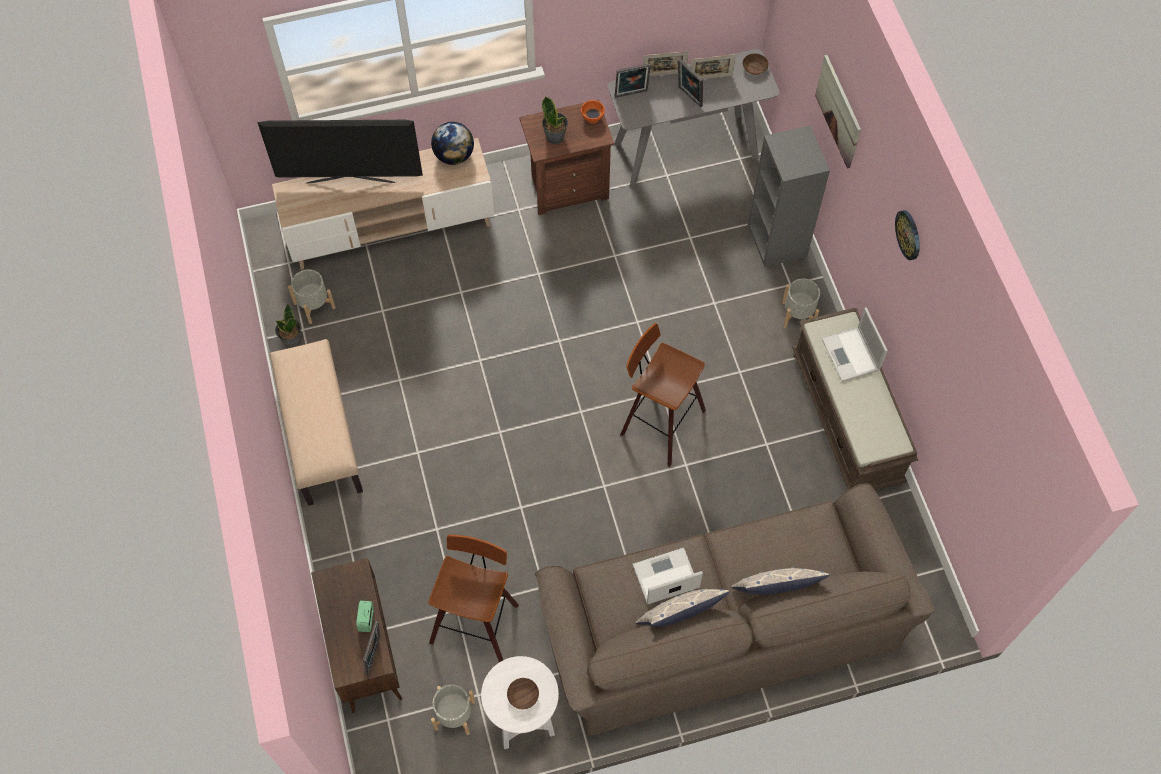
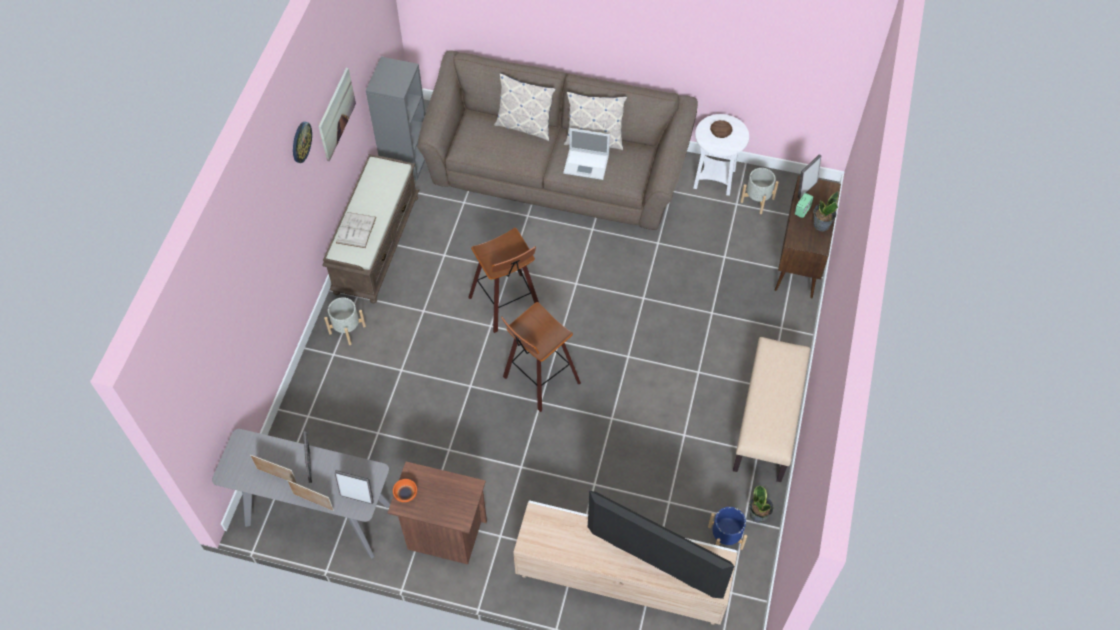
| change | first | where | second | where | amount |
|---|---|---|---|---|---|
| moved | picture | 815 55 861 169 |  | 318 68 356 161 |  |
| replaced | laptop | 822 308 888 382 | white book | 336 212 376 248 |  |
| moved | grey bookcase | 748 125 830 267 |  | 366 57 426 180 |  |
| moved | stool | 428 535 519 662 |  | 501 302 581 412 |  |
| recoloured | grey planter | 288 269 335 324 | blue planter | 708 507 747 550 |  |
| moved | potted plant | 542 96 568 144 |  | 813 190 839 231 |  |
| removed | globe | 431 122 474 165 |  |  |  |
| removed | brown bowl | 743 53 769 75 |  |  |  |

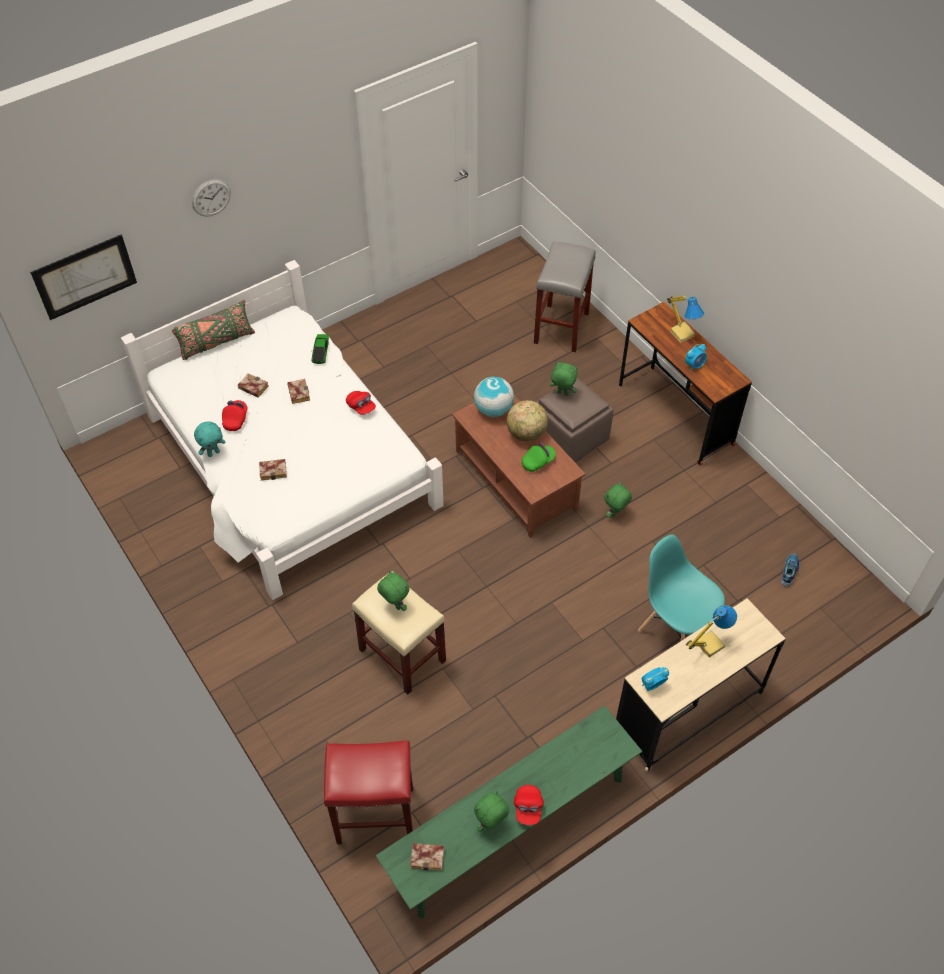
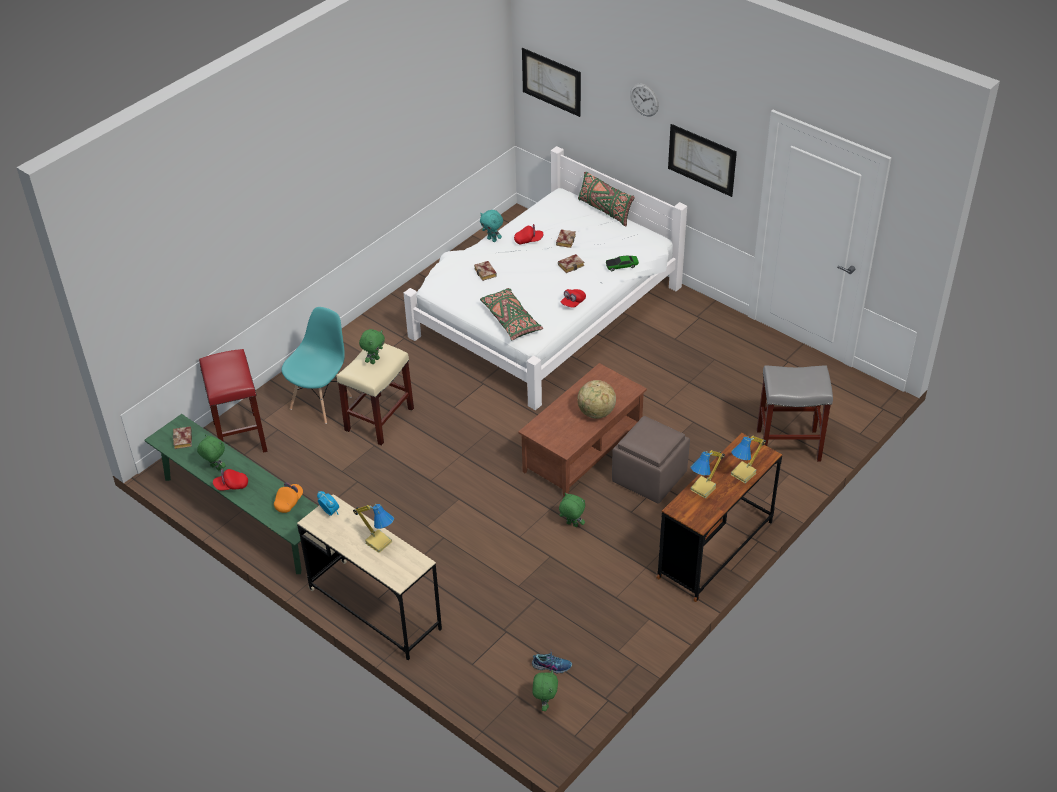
| change | first | where | second | where | amount |
|---|---|---|---|---|---|
| added |  |  | orange cap | 274 482 303 513 |  |
| moved | turquoise chair | 638 534 725 641 |  | 281 307 352 424 |  |
| added |  |  | green pillow | 480 288 543 340 |  |
| moved | green plush toy | 550 362 578 396 |  | 532 670 558 711 |  |
| added |  |  | picture | 668 124 737 197 |  |
| replaced | alarm clock | 685 344 707 371 | table lamp | 690 450 725 498 |  |
| removed | globe | 474 377 514 417 |  |  |  |
| removed | green cap | 522 443 555 472 |  |  |  |

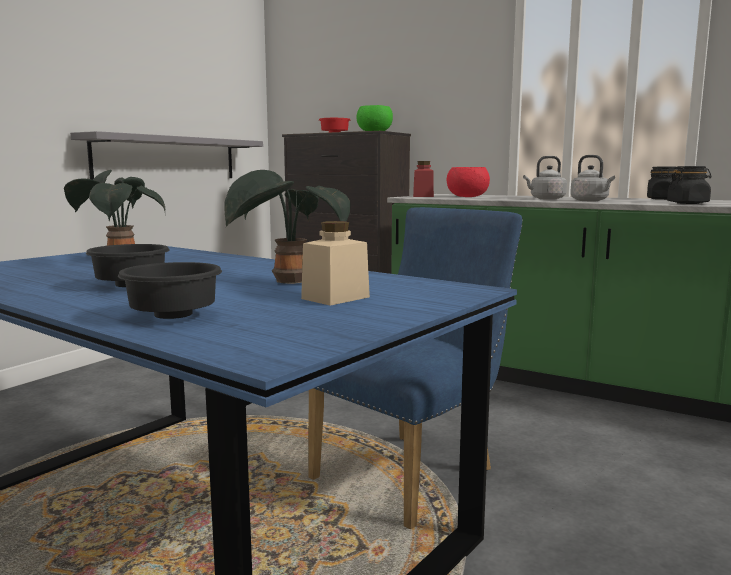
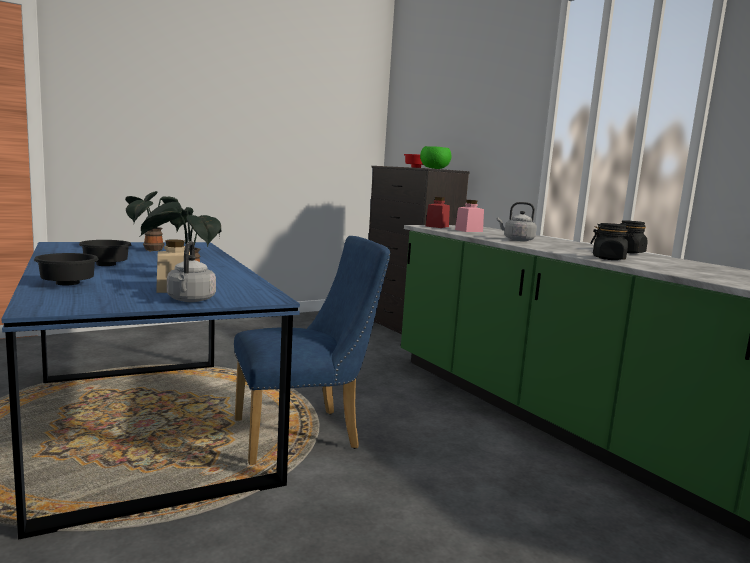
| change | first | where | second | where | amount |
|---|---|---|---|---|---|
| moved | grey kettle | 570 155 615 201 |  | 167 241 216 302 |  |
| replaced | red bowl | 446 167 490 197 | pink jar | 455 200 484 232 |  |
| removed | grey shelf | 70 131 263 180 |  |  |  |

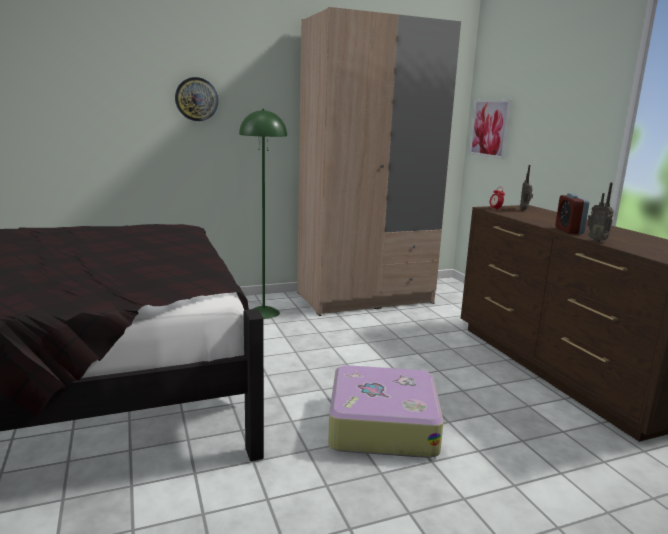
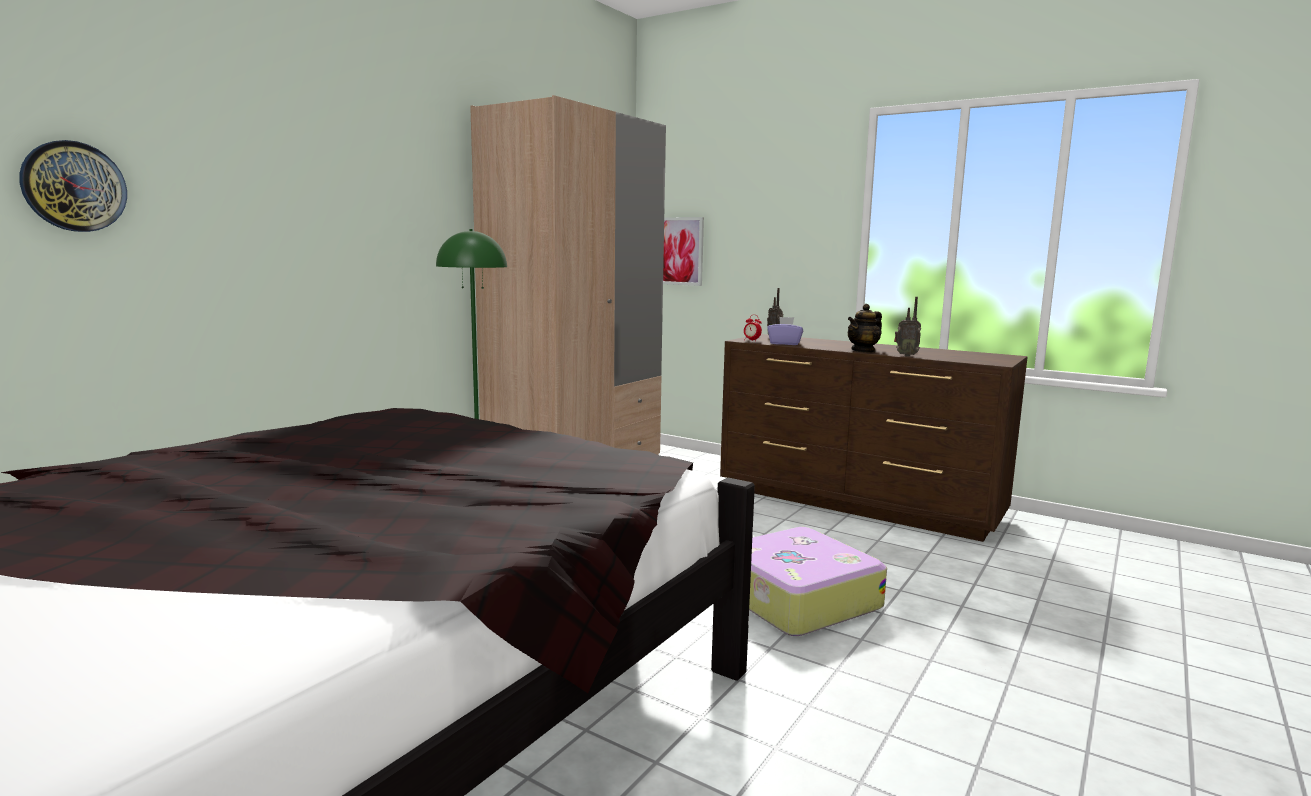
| change | first | where | second | where | amount |
|---|---|---|---|---|---|
| moved | wall clock | 175 77 218 121 |  | 19 140 127 232 |  |
| added |  |  | purple tissue box | 767 317 803 345 |  |
| replaced | alarm clock | 555 193 589 234 | teapot | 848 304 882 353 |  |

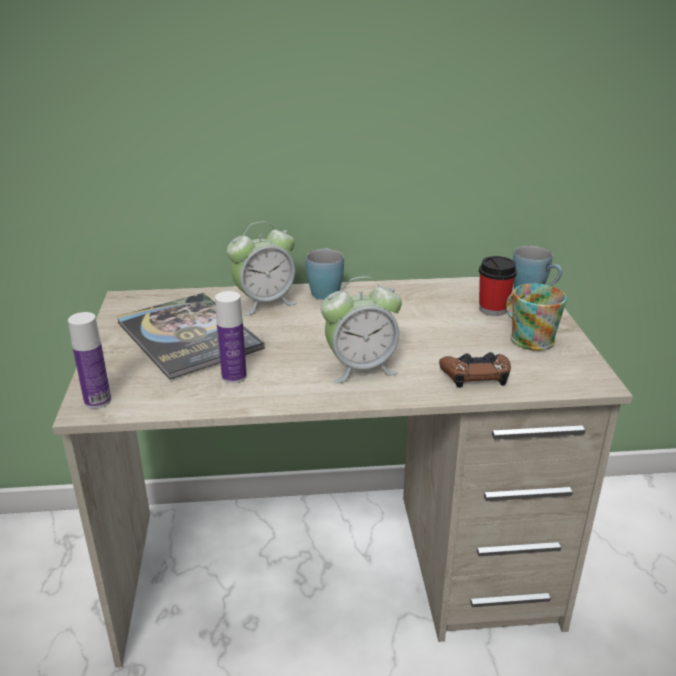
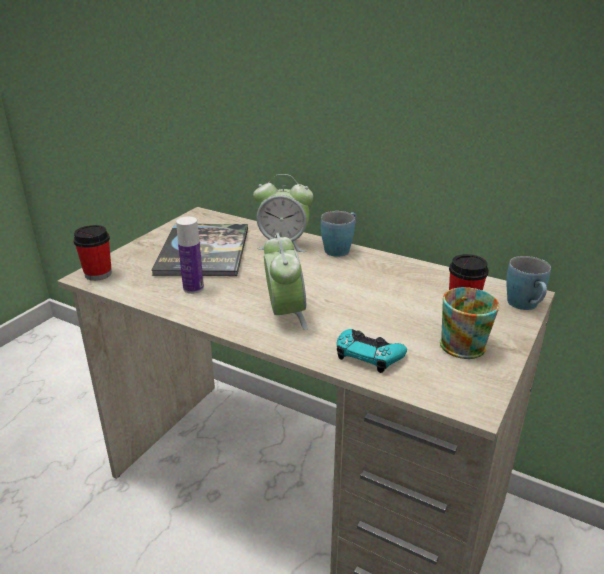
| change | first | where | second | where | amount |
|---|---|---|---|---|---|
| replaced | bottle | 68 312 111 409 | cup | 73 225 112 281 |  |
| turned | alarm clock | 321 276 402 383 |  | 264 233 308 330 | 120 degrees counterclockwise |
| recoloured | brown game controller | 439 352 511 388 | turquoise game controller | 337 329 407 373 |  |

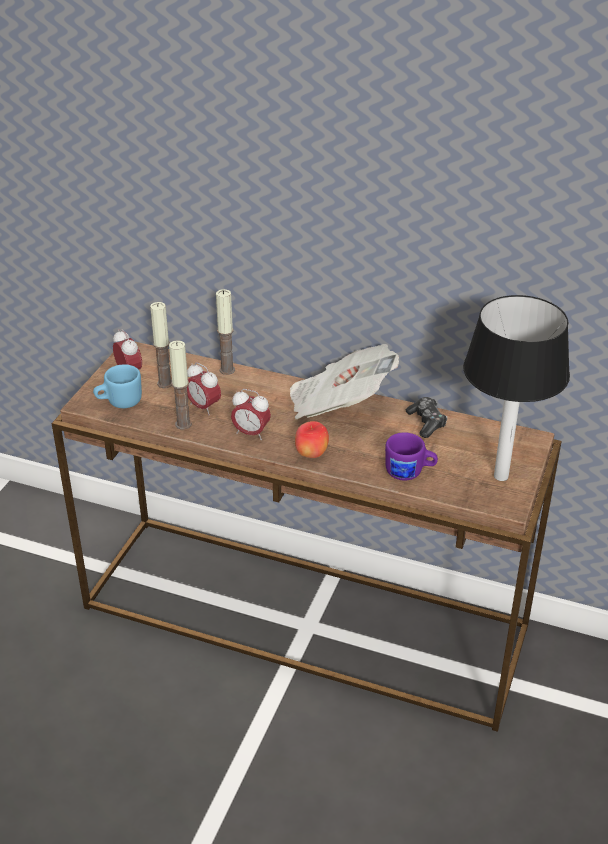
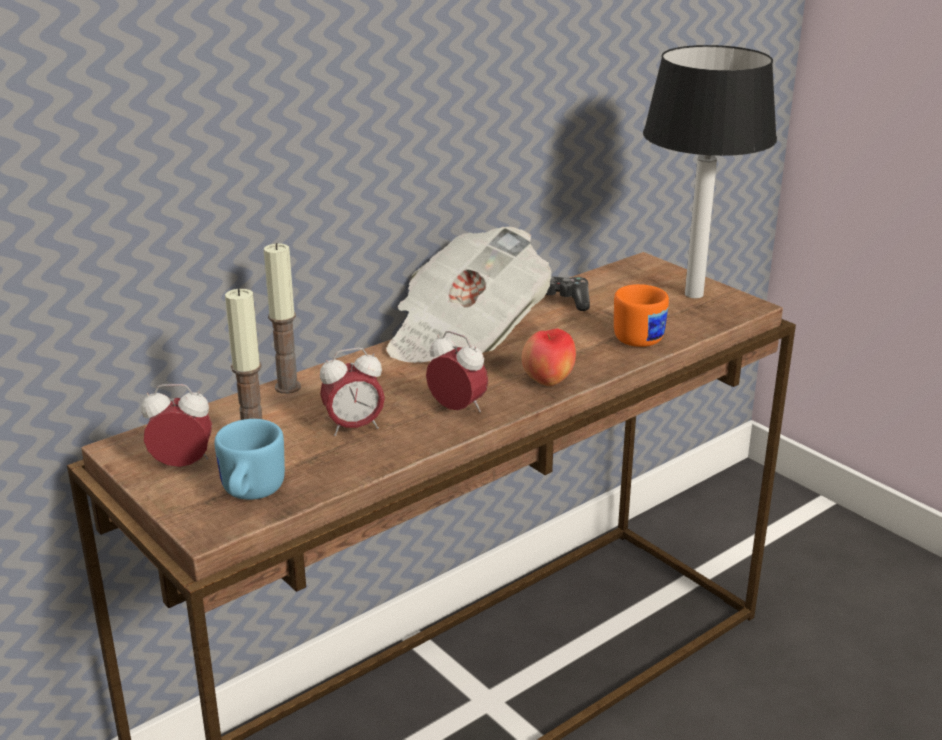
| change | first | where | second | where | amount |
|---|---|---|---|---|---|
| turned | alarm clock | 231 389 271 440 |  | 426 331 488 412 | 105 degrees counterclockwise |
| recoloured | purple mug | 385 432 438 481 | orange mug | 614 284 669 347 |  |
| removed | candle | 169 340 192 430 |  |  |  |

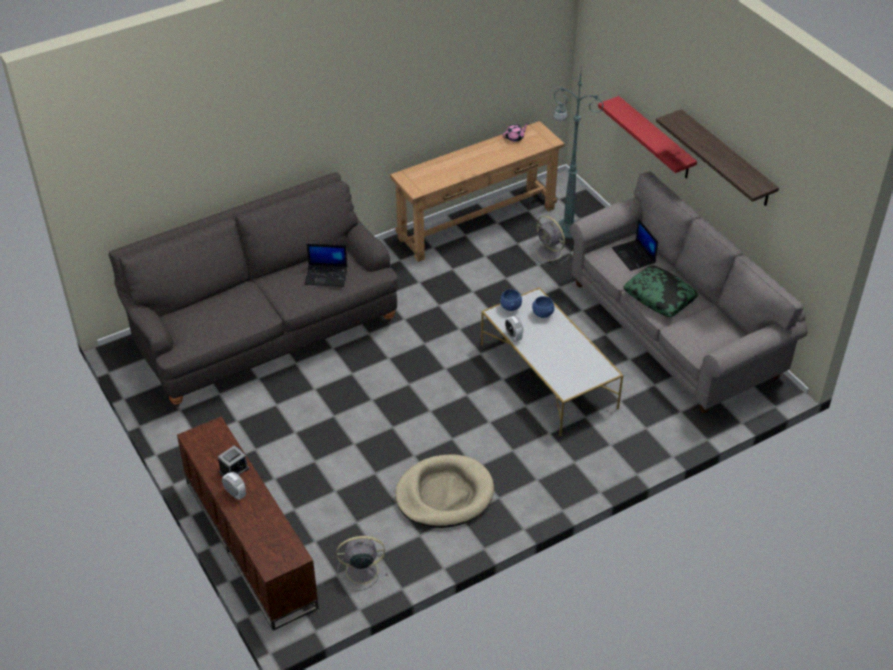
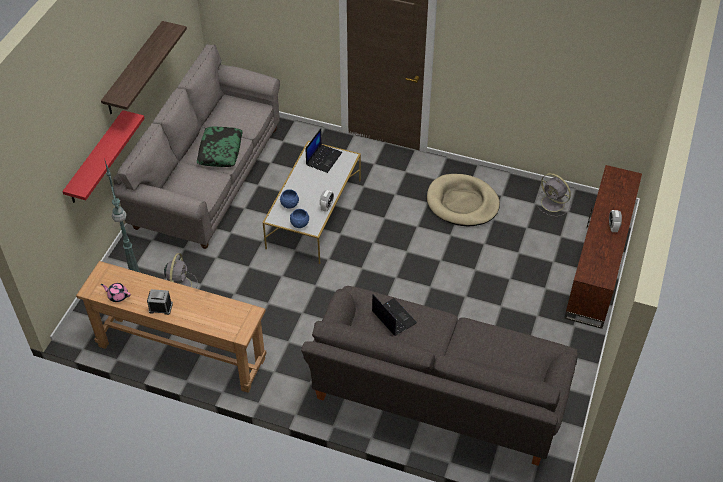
| change | first | where | second | where | amount |
|---|---|---|---|---|---|
| moved | alarm clock | 218 445 249 476 |  | 147 289 173 315 |  |
| moved | laptop | 612 219 658 271 |  | 306 128 342 173 |  |

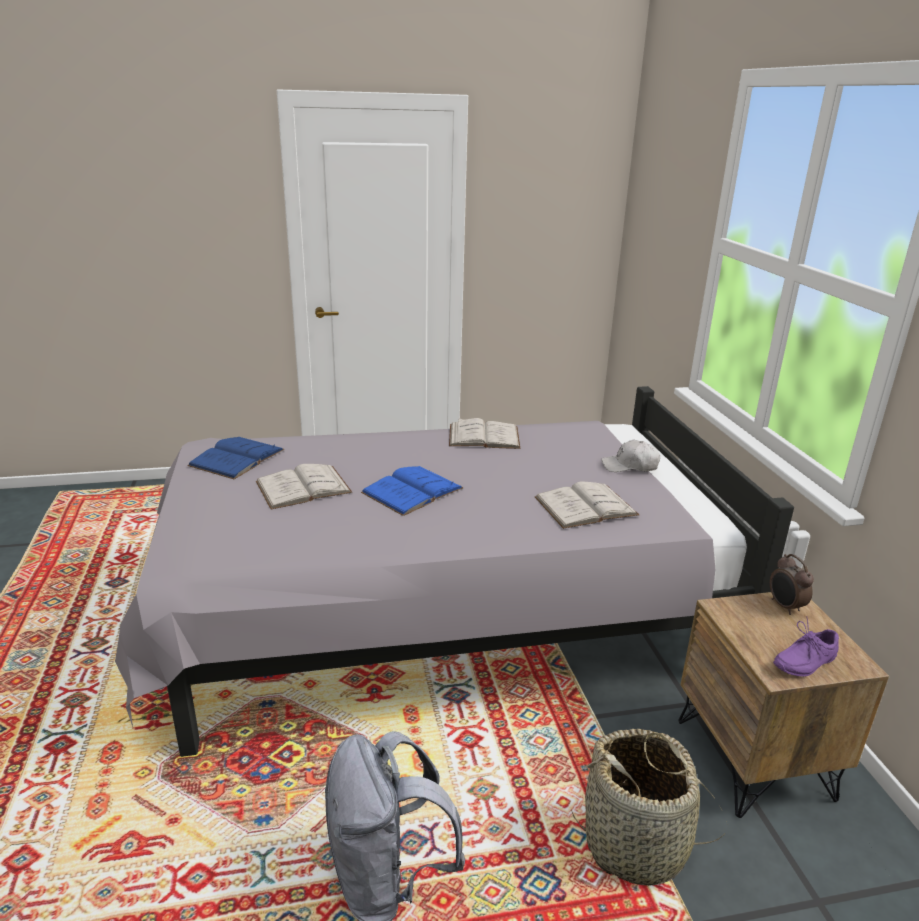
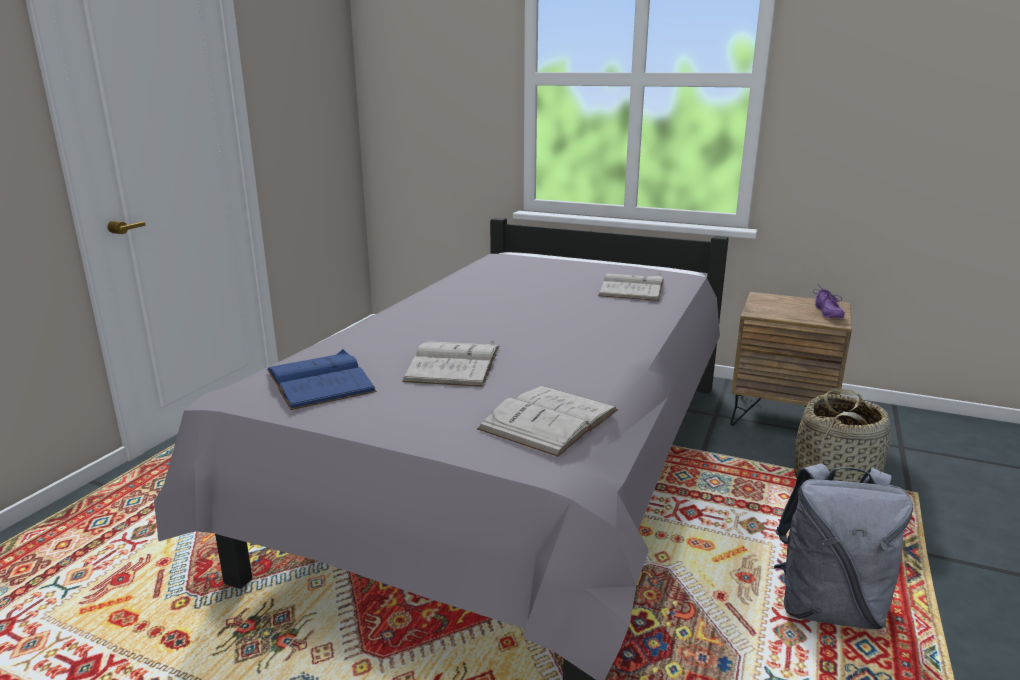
| change | first | where | second | where | amount |
|---|---|---|---|---|---|
| moved | white book | 449 418 520 449 |  | 477 386 618 457 |  |
| removed | blue book | 361 466 464 516 |  |  |  |
| removed | white cap | 601 440 660 472 |  |  |  |
| removed | alarm clock | 770 554 814 615 |  |  |  |

